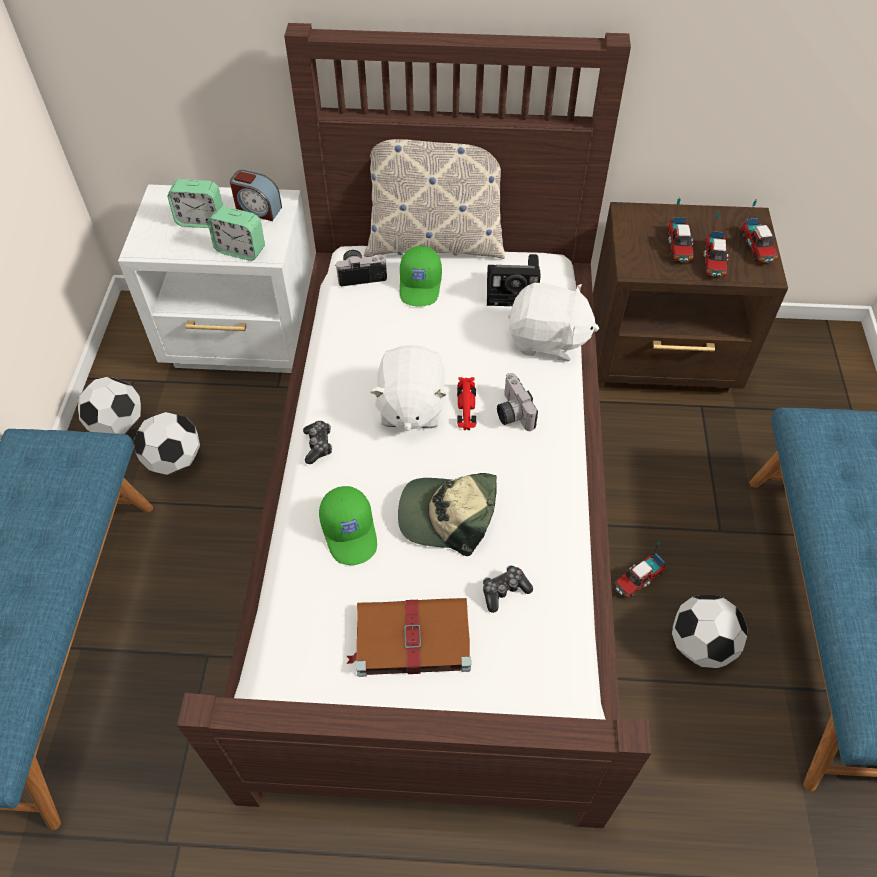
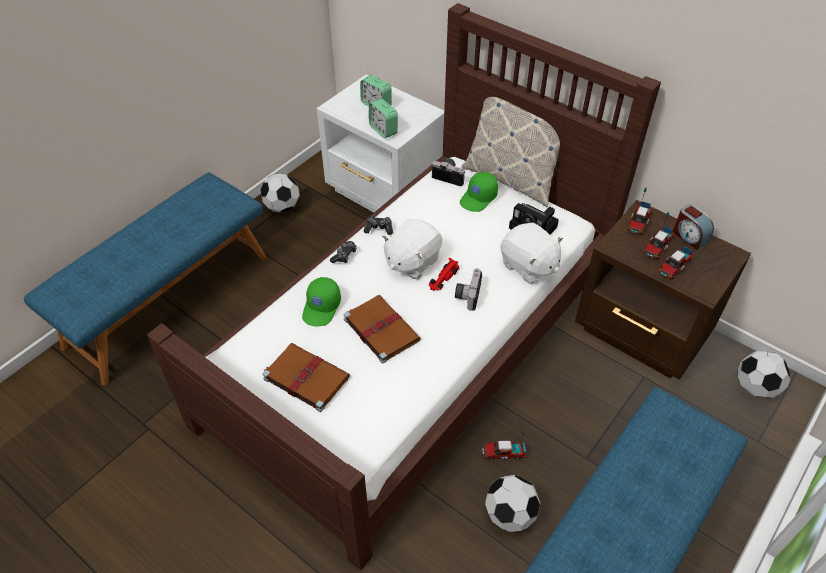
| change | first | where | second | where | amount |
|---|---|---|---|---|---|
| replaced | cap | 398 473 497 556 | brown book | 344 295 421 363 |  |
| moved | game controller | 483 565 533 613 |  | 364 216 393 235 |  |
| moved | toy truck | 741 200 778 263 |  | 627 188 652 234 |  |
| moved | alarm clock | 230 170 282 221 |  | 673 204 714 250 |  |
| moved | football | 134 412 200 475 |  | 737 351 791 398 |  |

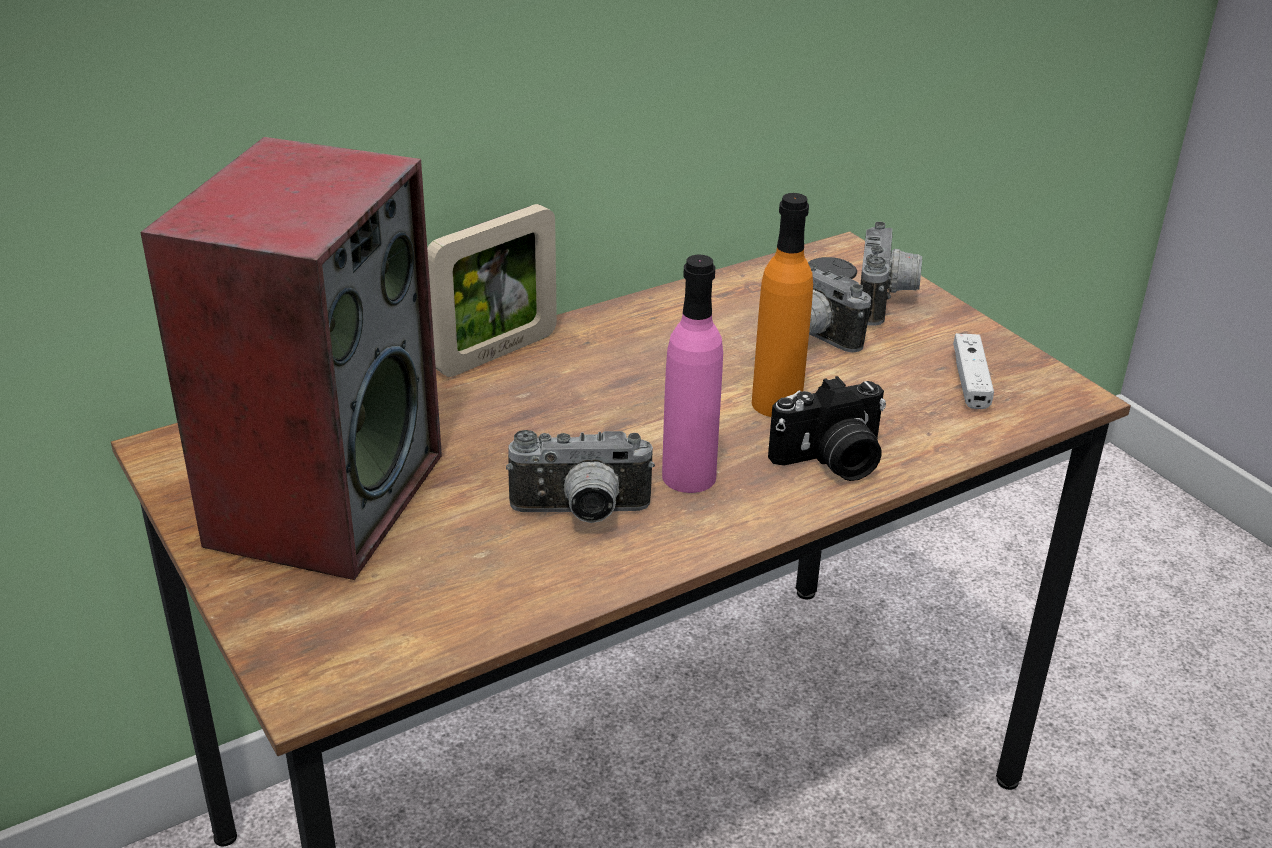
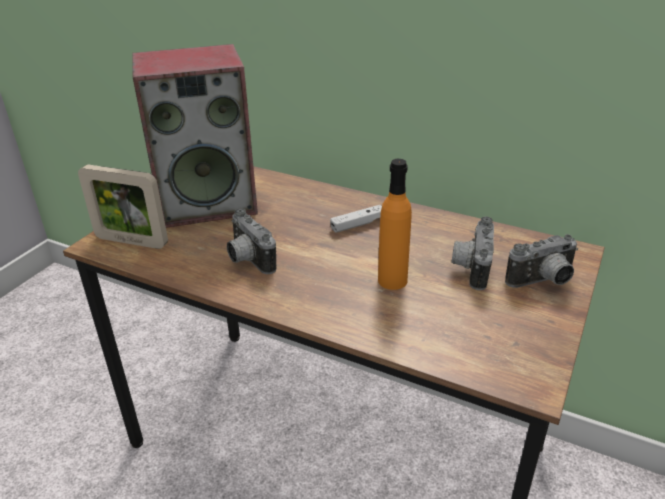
| change | first | where | second | where | amount |
|---|---|---|---|---|---|
| moved | picture frame | 427 204 557 377 |  | 78 165 168 249 |  |
| moved | white game controller | 953 333 994 409 |  | 330 205 382 233 |  |
| removed | pink bottle | 662 255 723 493 |  |  |  |
| removed | photo camera | 768 376 886 481 |  |  |  |

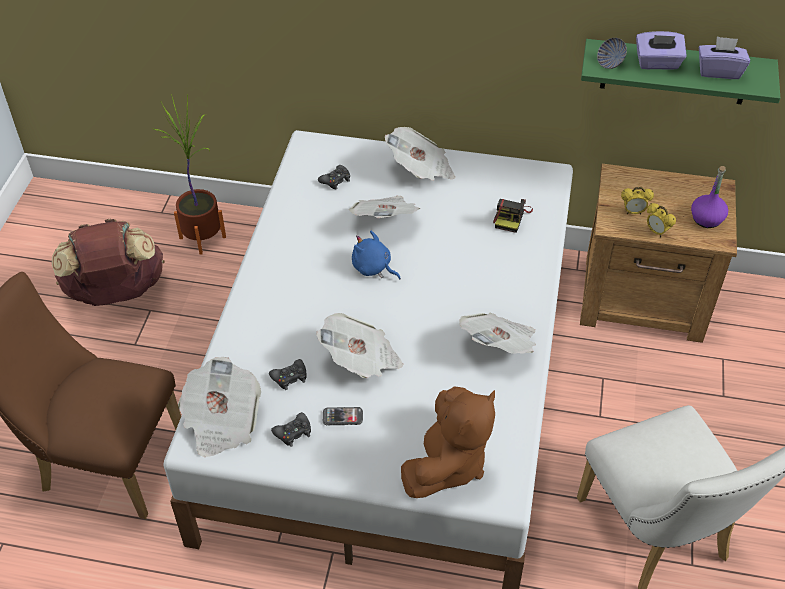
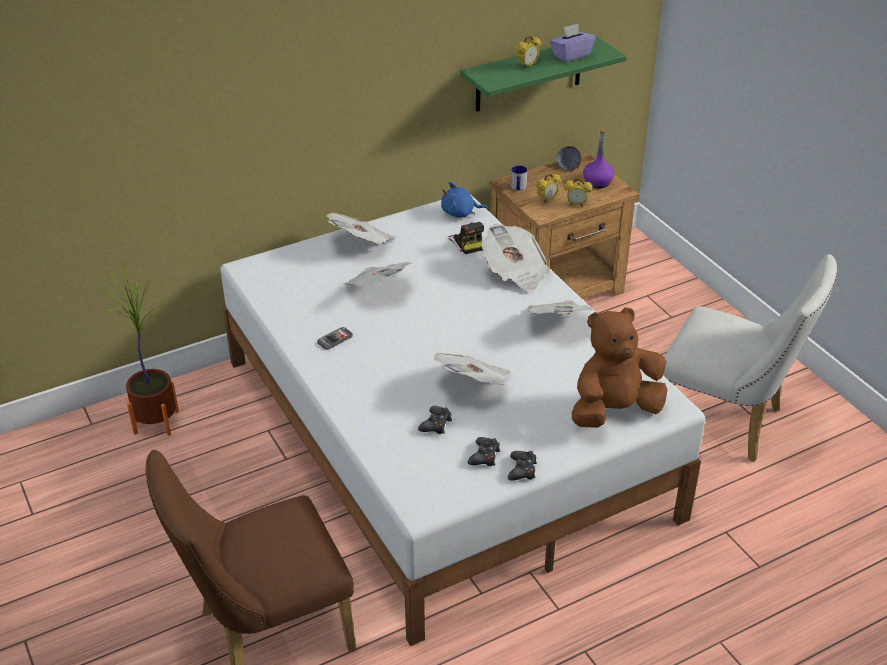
| change | first | where | second | where | amount |
|---|---|---|---|---|---|
| moved | phone | 323 407 363 425 |  | 317 327 353 350 |  |
| moved | blue plush toy | 352 231 401 280 |  | 441 182 488 218 |  |
| moved | newspaper | 178 357 261 457 |  | 481 224 550 293 |  |
| moved | black game controller | 318 165 350 190 |  | 508 451 537 481 |  |
| added |  |  | mug | 510 165 527 191 |  |
| replaced | purple tissue box | 636 31 687 70 | alarm clock | 516 36 541 69 |  |
| moved | bowl | 597 38 627 69 |  | 556 146 581 171 |  |
| turned | brown plush toy | 401 387 495 498 |  | 572 307 667 428 | 105 degrees counterclockwise |
| removed | brown backpack | 52 219 164 306 |  |  |  |

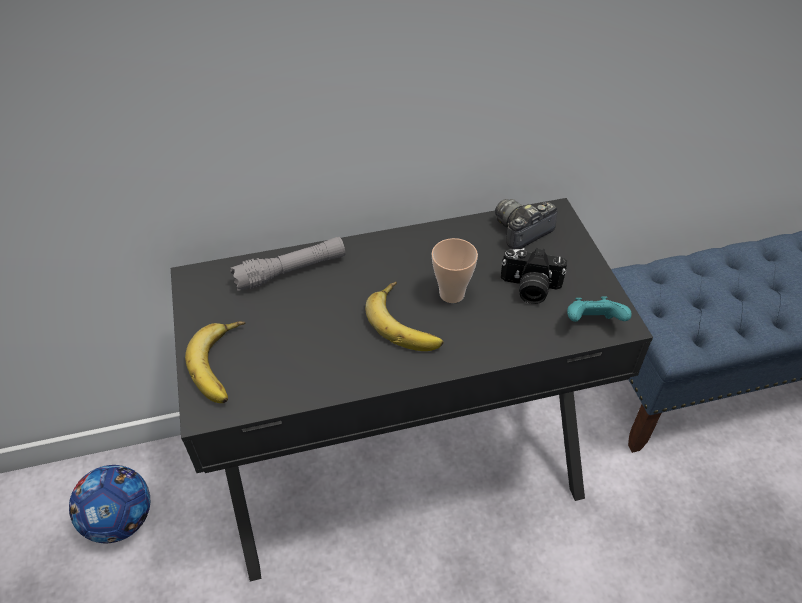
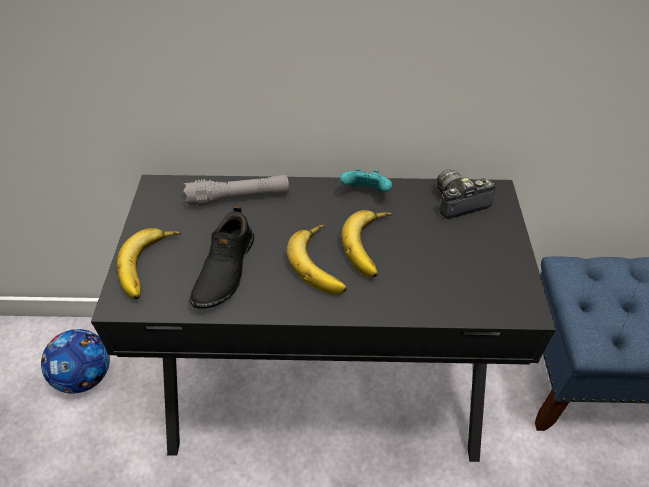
| change | first | where | second | where | amount |
|---|---|---|---|---|---|
| added |  |  | black shoe | 189 206 254 309 |  |
| moved | turquoise game controller | 567 296 632 322 |  | 340 169 392 192 |  |
| replaced | cup | 432 238 478 303 | banana | 341 210 393 277 |  |
| removed | photo camera | 501 248 567 304 |  |  |  |

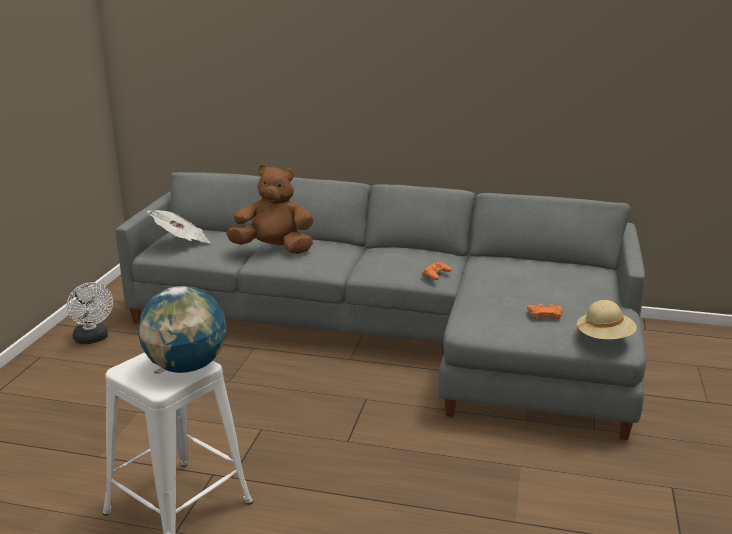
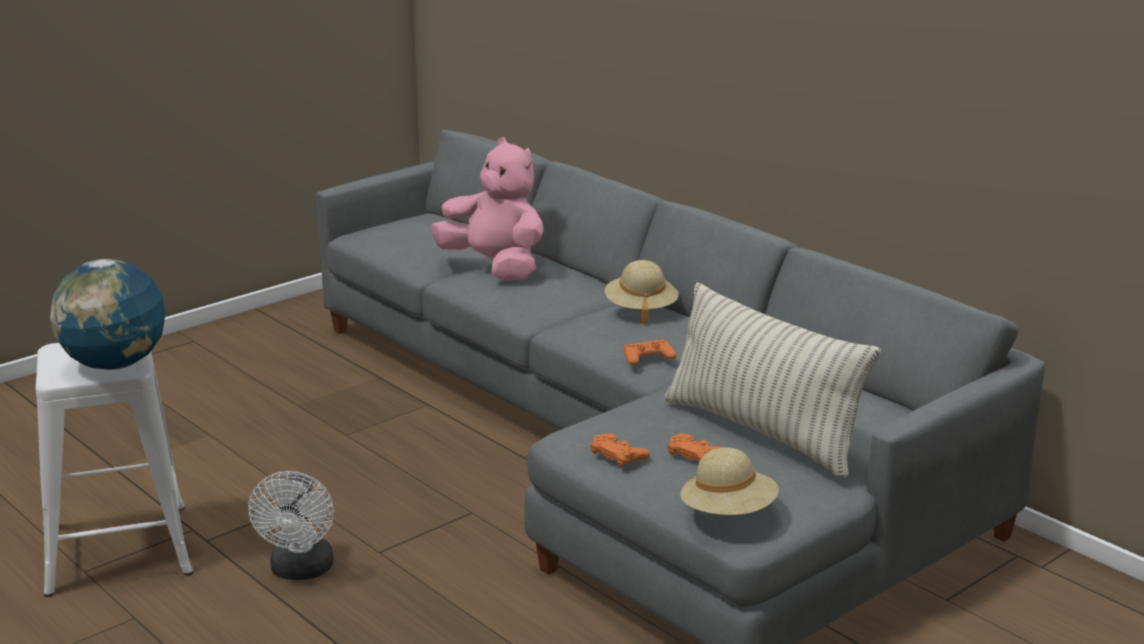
| change | first | where | second | where | amount |
|---|---|---|---|---|---|
| moved | white fan | 67 282 113 344 |  | 248 471 334 580 |  |
| recoloured | brown plush toy | 226 164 314 254 | pink plush toy | 431 137 544 281 |  |
| added |  |  | orange game controller | 590 433 650 467 |  |
| added |  |  | beige hat | 605 260 679 325 |  |
| added |  |  | pillow | 665 282 881 478 |  |
| removed | newspaper | 147 210 211 243 |  |  |  |

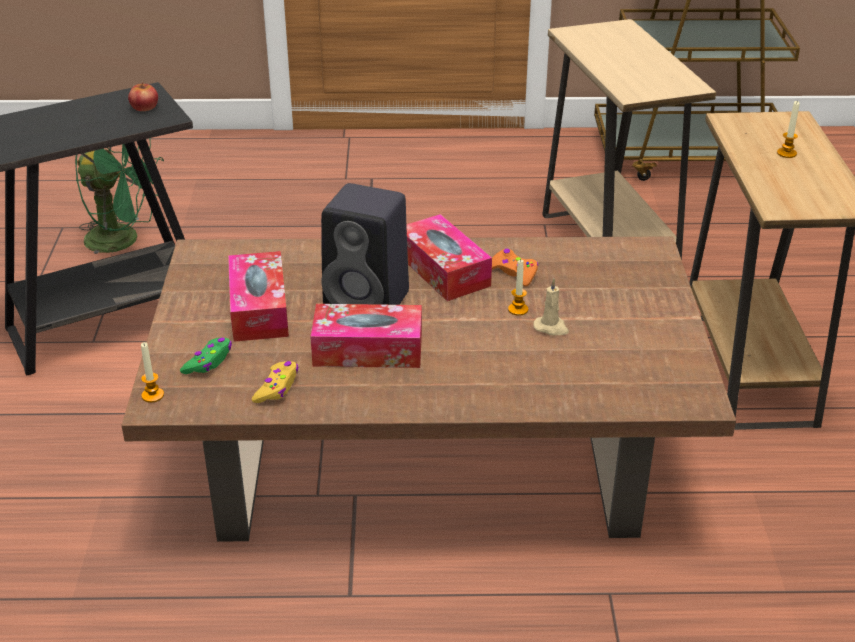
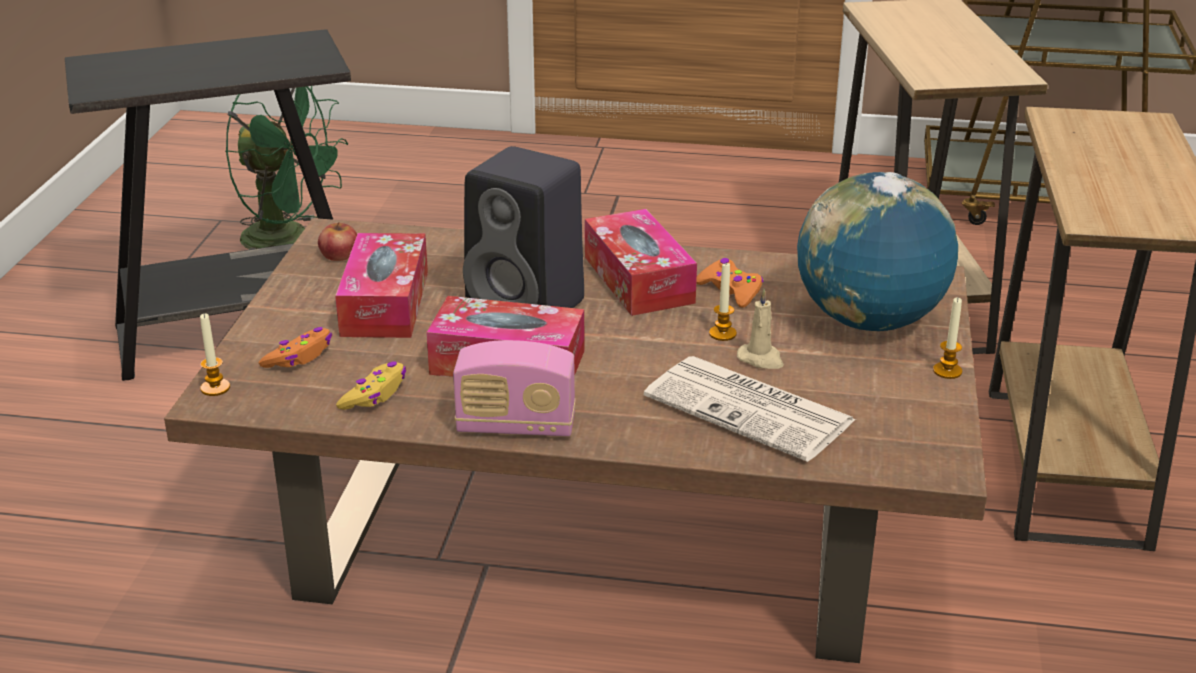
| change | first | where | second | where | amount |
|---|---|---|---|---|---|
| recoloured | green game controller | 180 338 232 374 | orange game controller | 259 327 332 368 |  |
| moved | apple | 128 83 158 111 |  | 318 222 357 261 |  |
| added |  |  | radio | 453 340 576 437 |  |
| added |  |  | newspaper | 644 356 856 462 |  |
| added |  |  | globe | 797 172 958 331 |  |
| moved | candle | 777 101 800 158 |  | 933 297 962 379 |  |

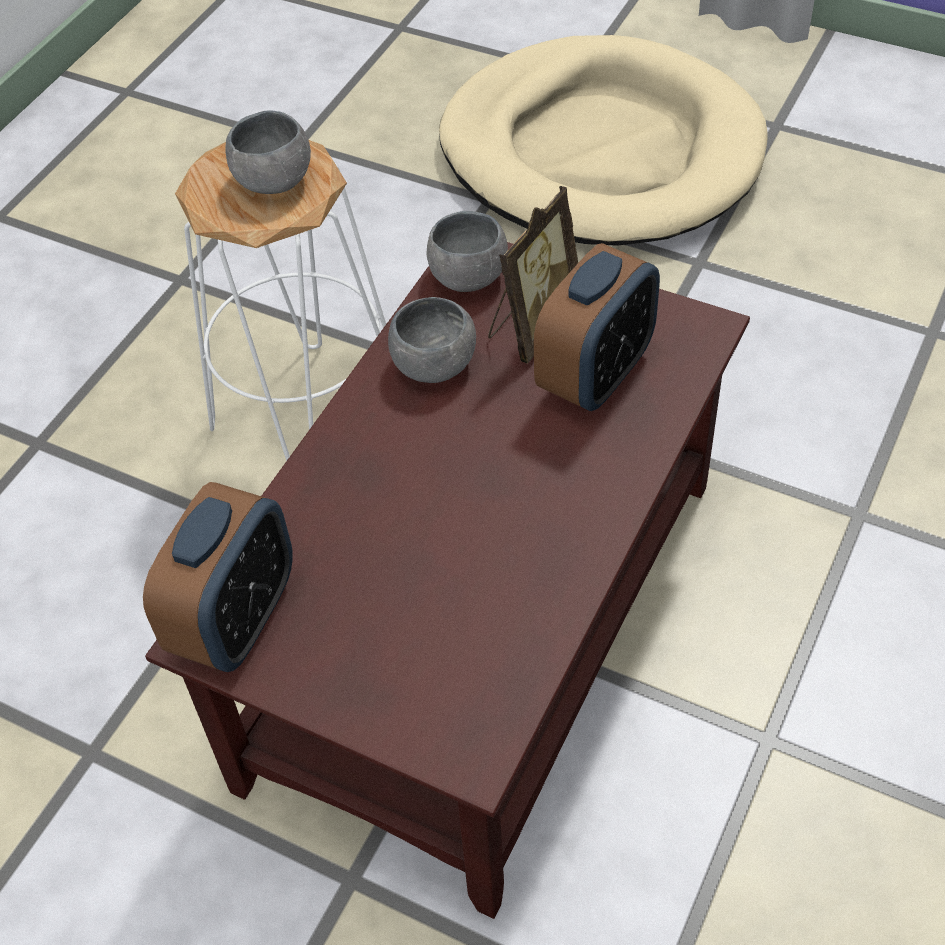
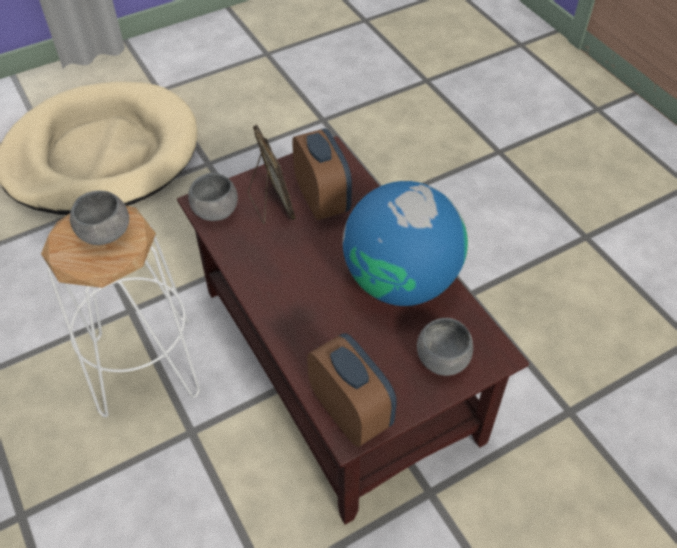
| change | first | where | second | where | amount |
|---|---|---|---|---|---|
| added |  |  | globe | 343 181 468 306 |  |
| moved | grey bowl | 388 297 476 383 |  | 417 318 473 376 |  |

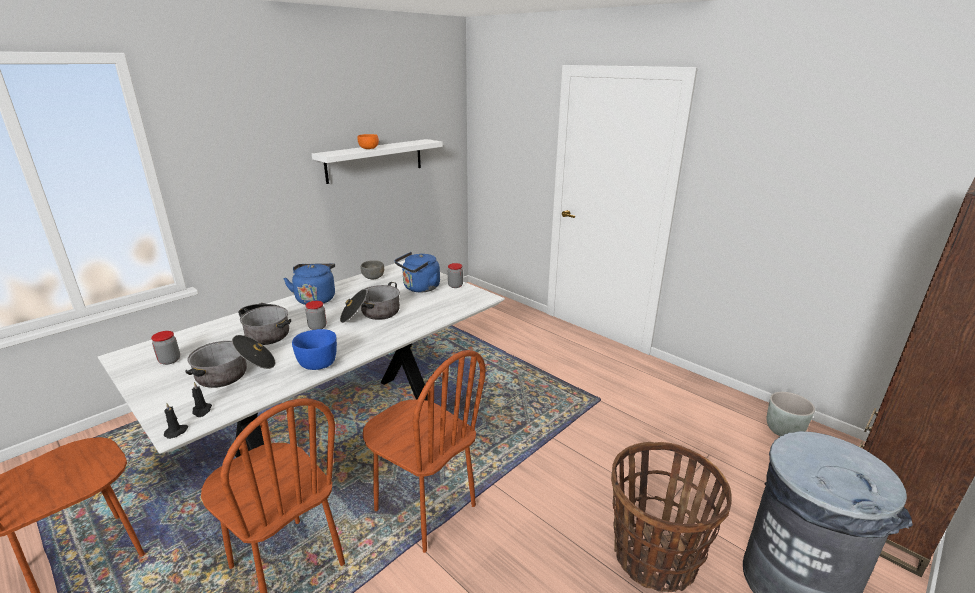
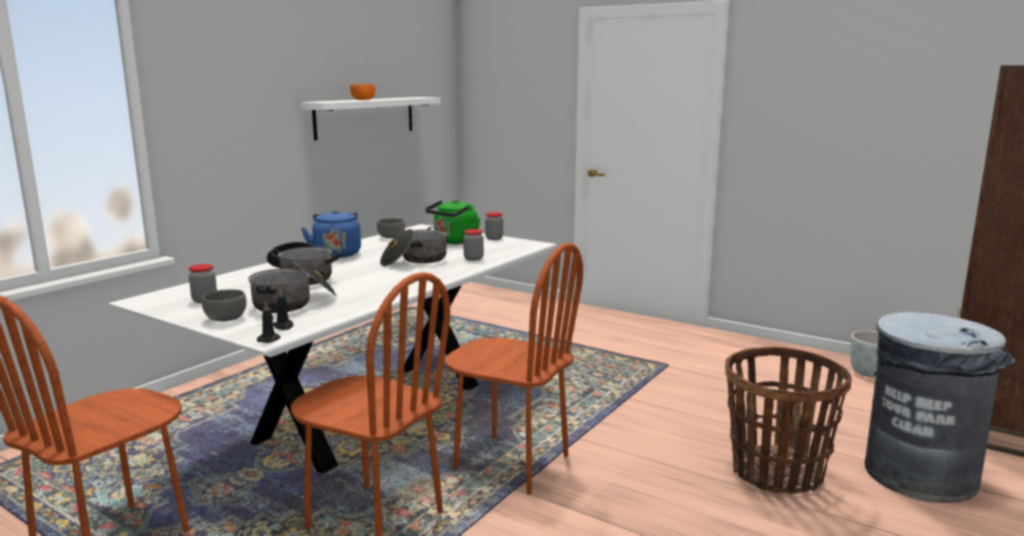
| change | first | where | second | where | amount |
|---|---|---|---|---|---|
| added |  |  | grey bowl | 202 289 246 321 |  |
| recoloured | blue kettle | 395 252 440 292 | green kettle | 425 199 480 244 |  |
| moved | jar | 305 301 327 330 |  | 463 229 484 261 |  |
| removed | blue bowl | 292 329 337 370 |  |  |  |

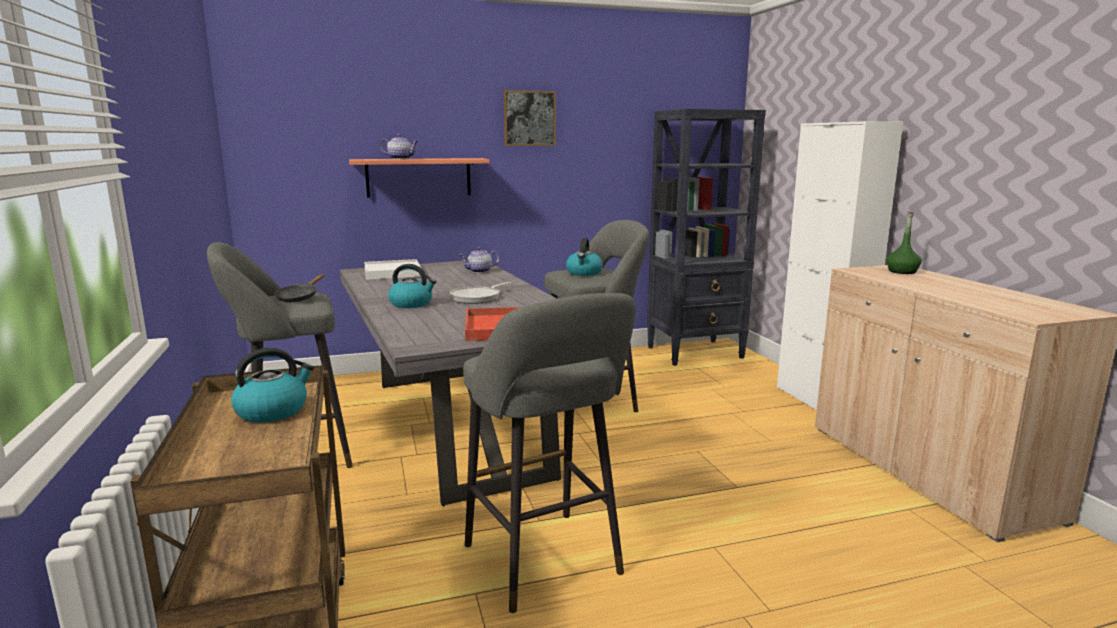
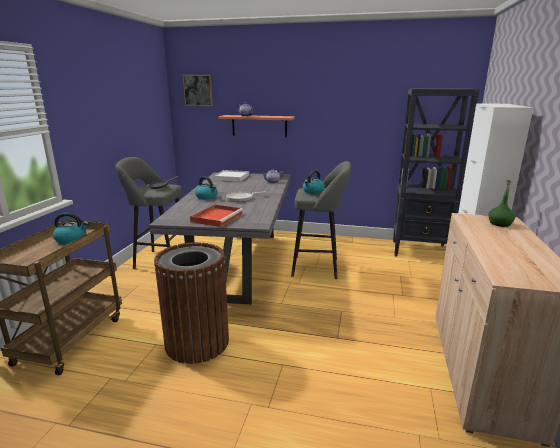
| change | first | where | second | where | amount |
|---|---|---|---|---|---|
| replaced | grey stool | 463 293 636 613 | brown trash can | 154 242 229 364 |  |
| moved | picture | 503 90 556 146 |  | 182 75 213 106 |  |

